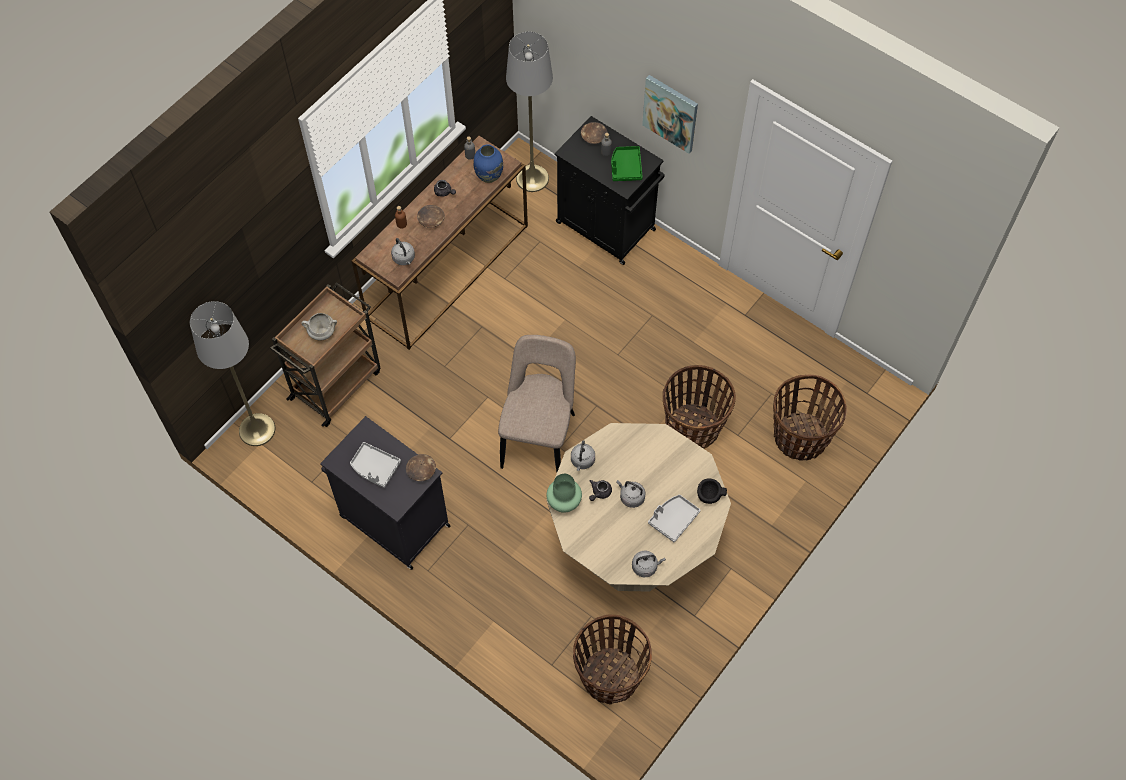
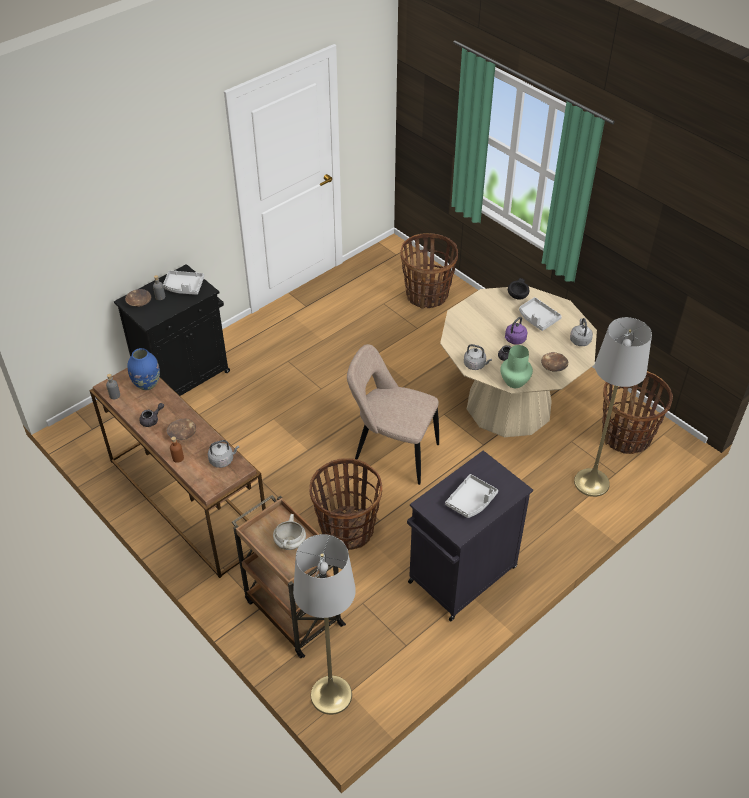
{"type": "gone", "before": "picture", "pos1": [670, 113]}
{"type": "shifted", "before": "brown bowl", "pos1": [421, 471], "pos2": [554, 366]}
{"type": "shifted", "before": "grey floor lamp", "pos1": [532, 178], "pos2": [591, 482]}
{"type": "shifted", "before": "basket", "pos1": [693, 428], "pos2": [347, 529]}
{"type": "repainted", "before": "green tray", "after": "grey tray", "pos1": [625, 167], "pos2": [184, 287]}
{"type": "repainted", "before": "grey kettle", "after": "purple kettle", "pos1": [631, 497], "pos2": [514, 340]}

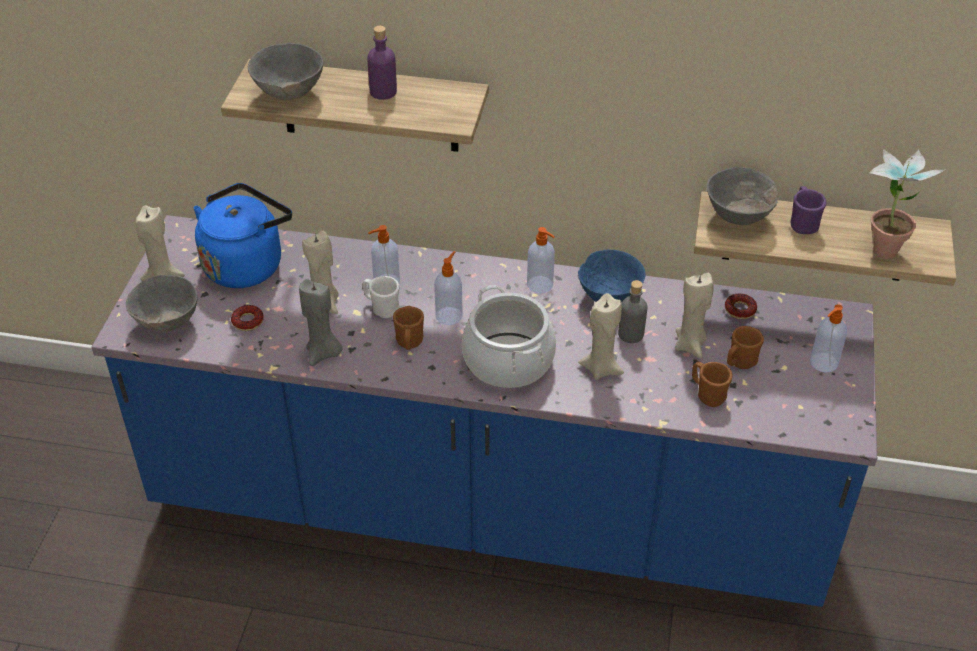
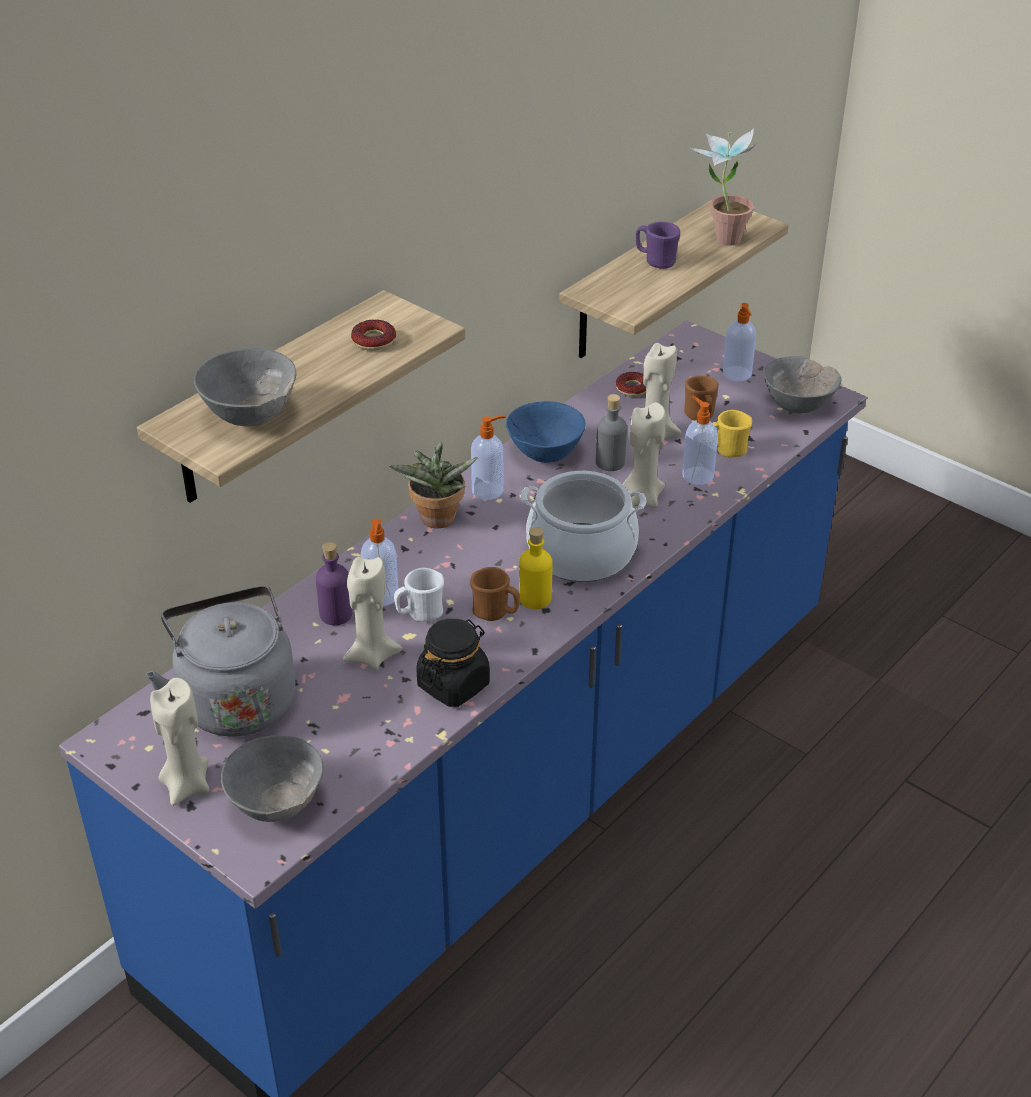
{"type": "new", "after": "potted plant", "pos2": [436, 522]}
{"type": "new", "after": "yellow bottle", "pos2": [535, 598]}
{"type": "shifted", "before": "donut", "pos1": [248, 321], "pos2": [374, 341]}
{"type": "shifted", "before": "purple bottle", "pos1": [383, 92], "pos2": [336, 614]}
{"type": "shifted", "before": "soap dispenser", "pos1": [449, 315], "pos2": [697, 475]}
{"type": "shifted", "before": "grey bowl", "pos1": [739, 217], "pos2": [798, 406]}
{"type": "swapped", "before": "grey candle", "after": "black jar", "pos1": [323, 353], "pos2": [453, 684]}
{"type": "repainted", "before": "blue kettle", "after": "grey kettle", "pos1": [246, 264], "pos2": [235, 699]}
{"type": "repainted", "before": "brown mug", "after": "yellow mug", "pos1": [707, 394], "pos2": [726, 451]}

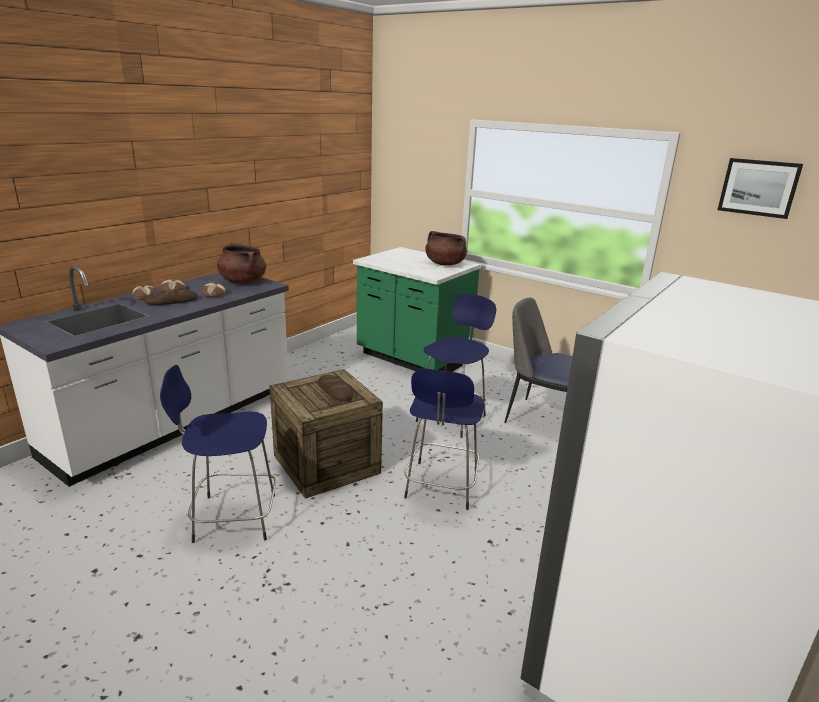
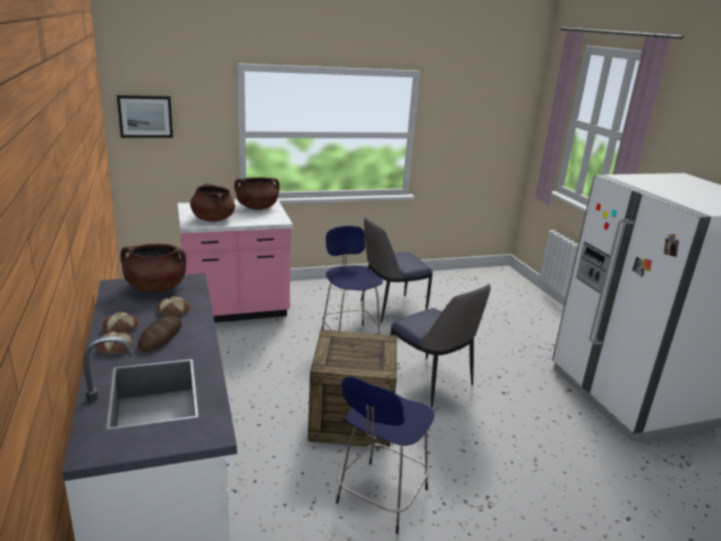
{"type": "gone", "before": "bread", "pos1": [335, 391]}
{"type": "new", "after": "brown cooking pot", "pos2": [213, 219]}
{"type": "shifted", "before": "picture", "pos1": [758, 187], "pos2": [145, 116]}
{"type": "swapped", "before": "blue stool", "after": "chair", "pos1": [441, 487], "pos2": [431, 382]}
{"type": "repainted", "before": "green counter", "after": "pink counter", "pos1": [412, 358], "pos2": [235, 309]}

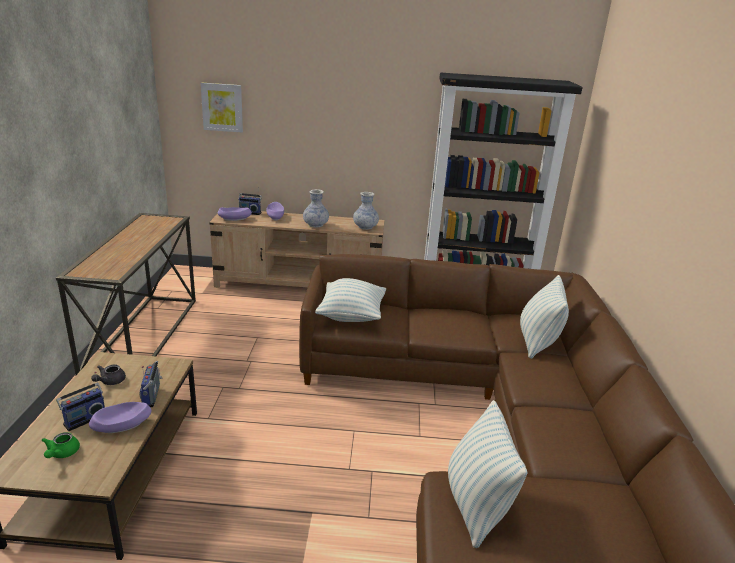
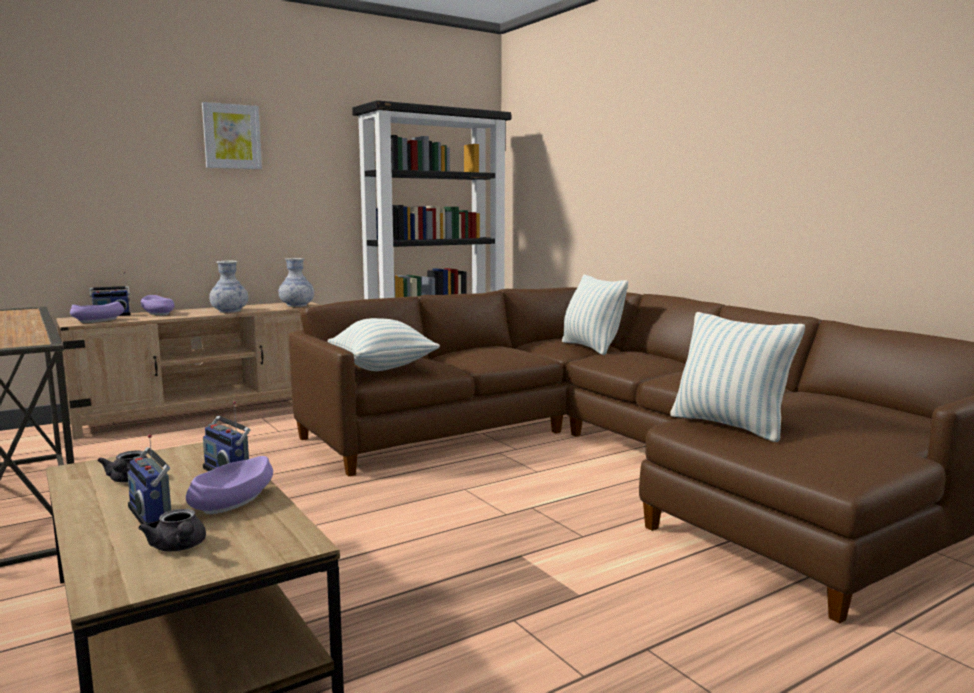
{"type": "shifted", "before": "picture", "pos1": [222, 107], "pos2": [232, 136]}
{"type": "repainted", "before": "green teapot", "after": "grey teapot", "pos1": [61, 454], "pos2": [179, 547]}
{"type": "rotated", "before": "radio", "pos1": [84, 418], "pos2": [153, 514], "turn": 135}

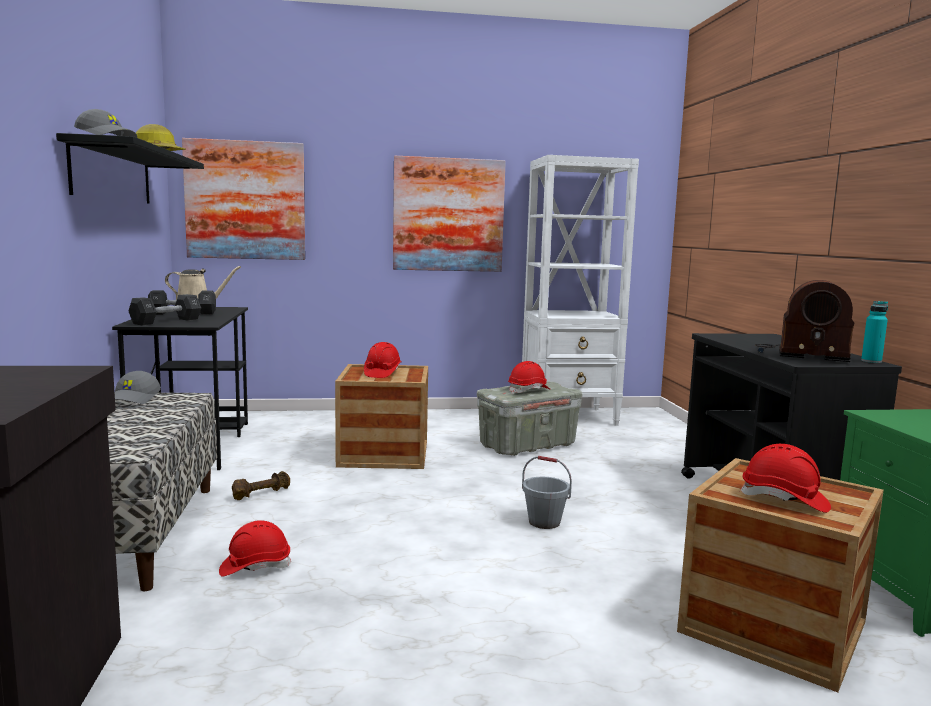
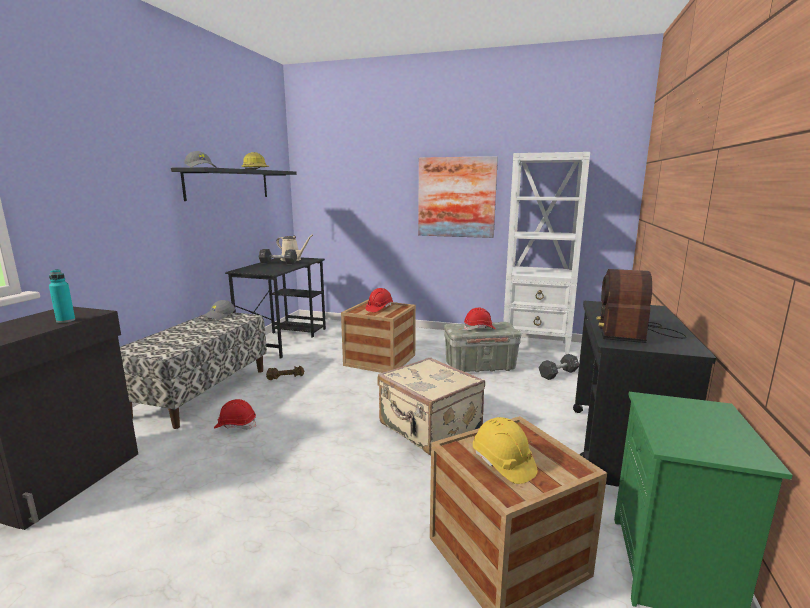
{"type": "gone", "before": "picture", "pos1": [245, 200]}
{"type": "shifted", "before": "black dumbbell", "pos1": [166, 321], "pos2": [558, 374]}
{"type": "shifted", "before": "turquoise bottle", "pos1": [871, 361], "pos2": [65, 320]}
{"type": "swapped", "before": "grey bucket", "after": "beige suitcase", "pos1": [544, 522], "pos2": [429, 429]}
{"type": "repainted", "before": "red hard hat", "after": "yellow hard hat", "pos1": [784, 500], "pos2": [502, 463]}
{"type": "rotated", "before": "radio", "pos1": [799, 354], "pos2": [634, 333], "turn": 60}

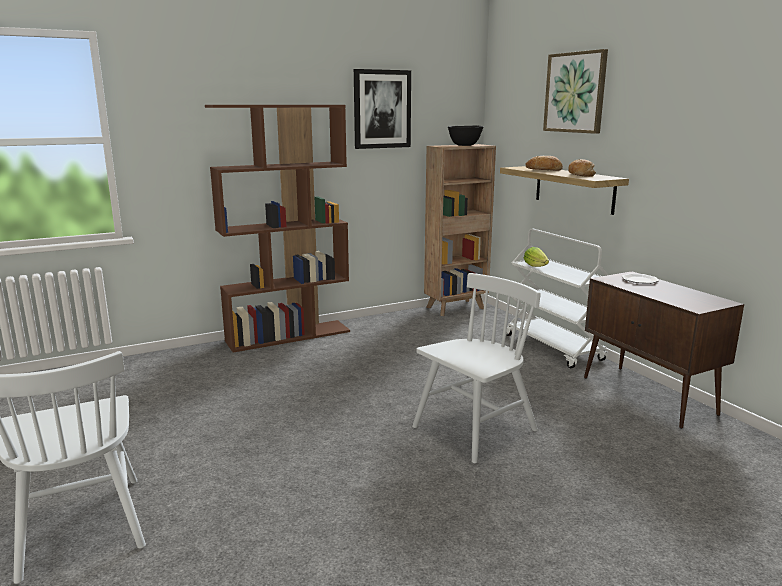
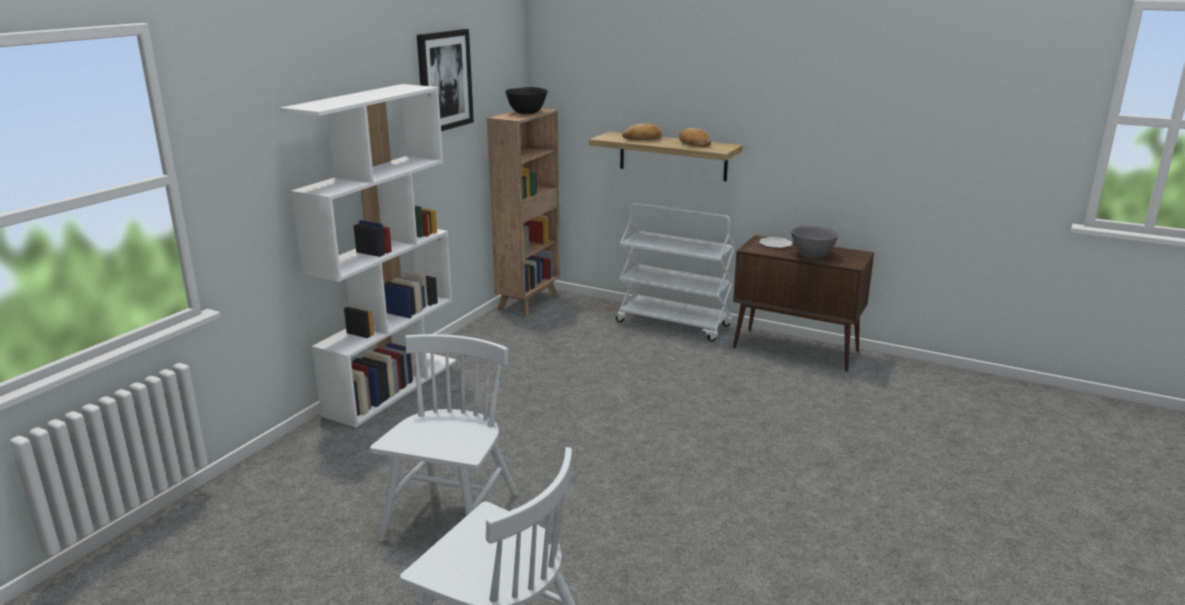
{"type": "gone", "before": "lettuce", "pos1": [536, 266]}
{"type": "gone", "before": "picture", "pos1": [575, 92]}
{"type": "new", "after": "grey bowl", "pos2": [812, 255]}
{"type": "shifted", "before": "white chair", "pos1": [474, 429], "pos2": [451, 517]}
{"type": "repainted", "before": "brown bookcase", "after": "white bookcase", "pos1": [289, 336], "pos2": [392, 387]}

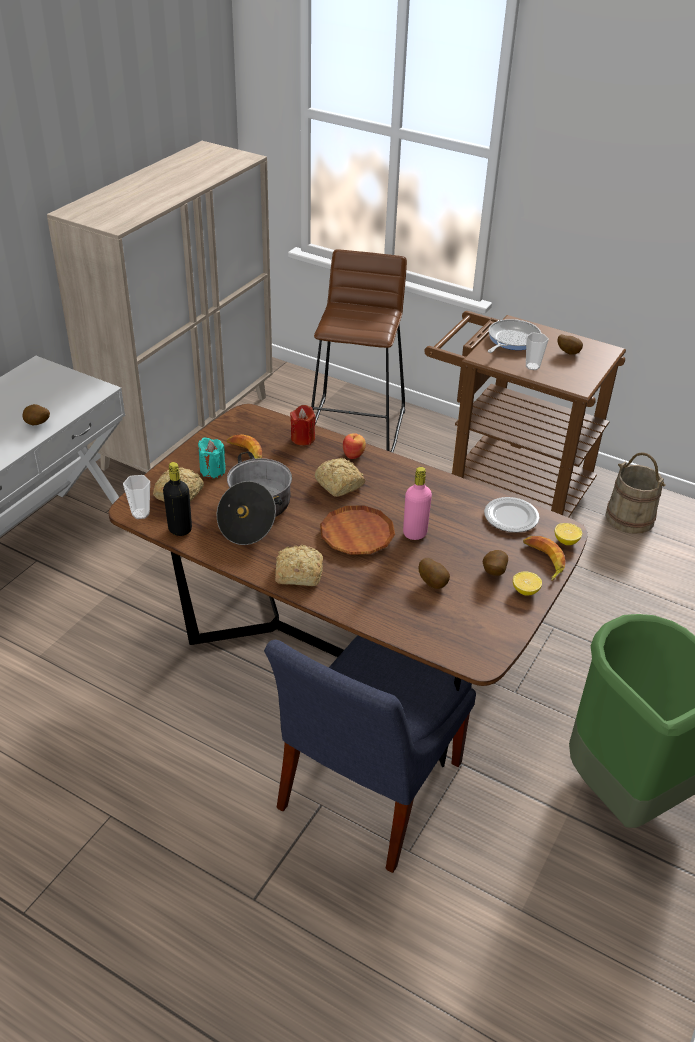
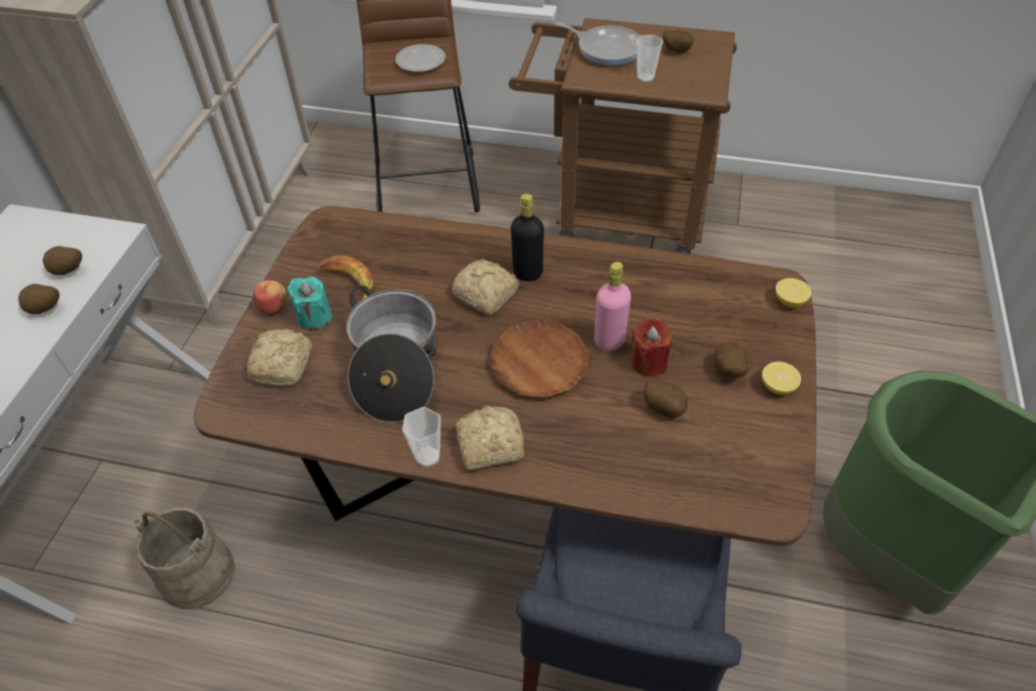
{"type": "gone", "before": "banana", "pos1": [543, 560]}
{"type": "new", "after": "potato", "pos2": [69, 272]}
{"type": "shifted", "before": "cup", "pos1": [140, 514], "pos2": [427, 456]}
{"type": "shifted", "before": "black bottle", "pos1": [180, 529], "pos2": [528, 273]}
{"type": "shifted", "before": "red candle", "pos1": [303, 438], "pos2": [648, 362]}
{"type": "shifted", "before": "apple", "pos1": [354, 454], "pos2": [274, 307]}
{"type": "shifted", "before": "plate", "pos1": [511, 517], "pos2": [421, 61]}
{"type": "shifted", "before": "beige bucket", "pos1": [630, 518], "pos2": [198, 573]}
{"type": "rotated", "before": "frying pan", "pos1": [511, 340], "pos2": [606, 49], "turn": 105}

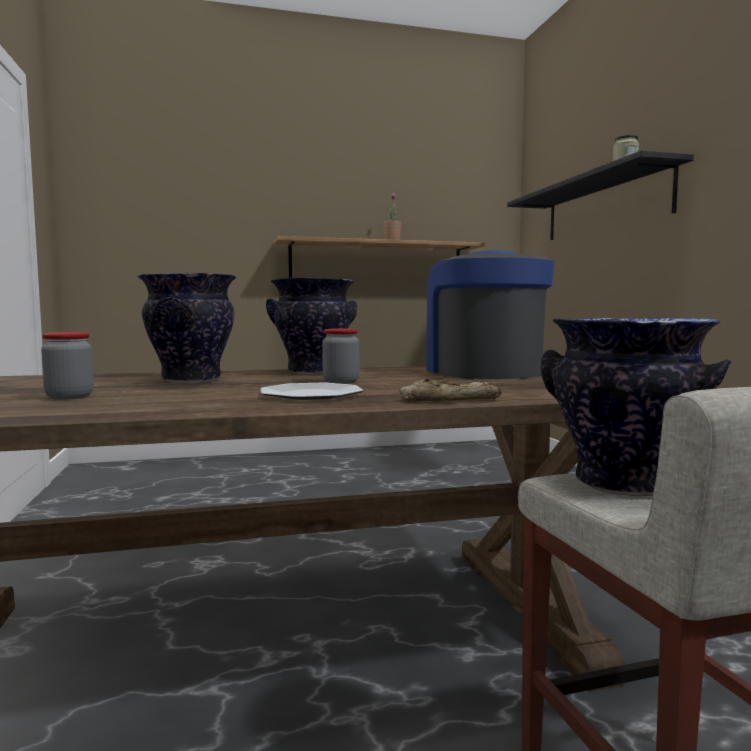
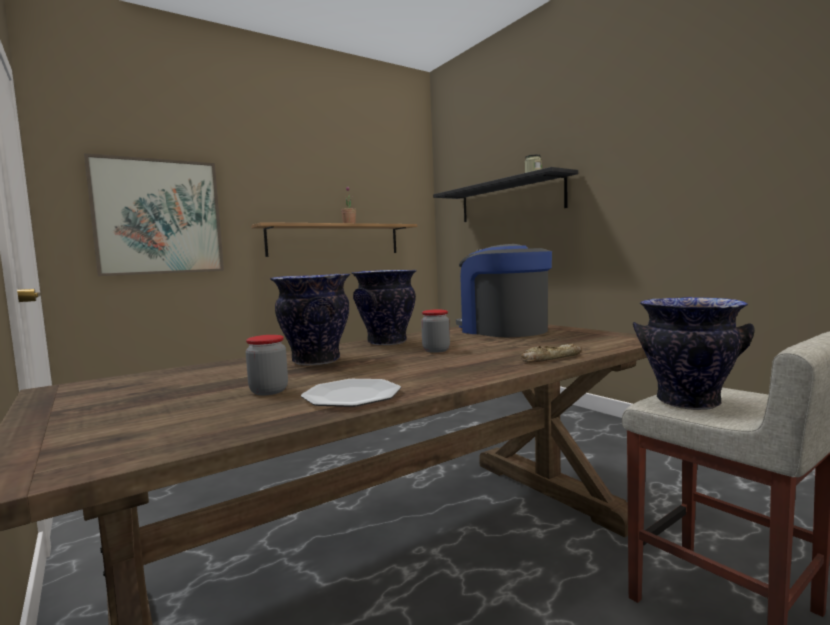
{"type": "new", "after": "picture", "pos2": [158, 217]}
{"type": "shifted", "before": "plate", "pos1": [311, 394], "pos2": [352, 396]}

